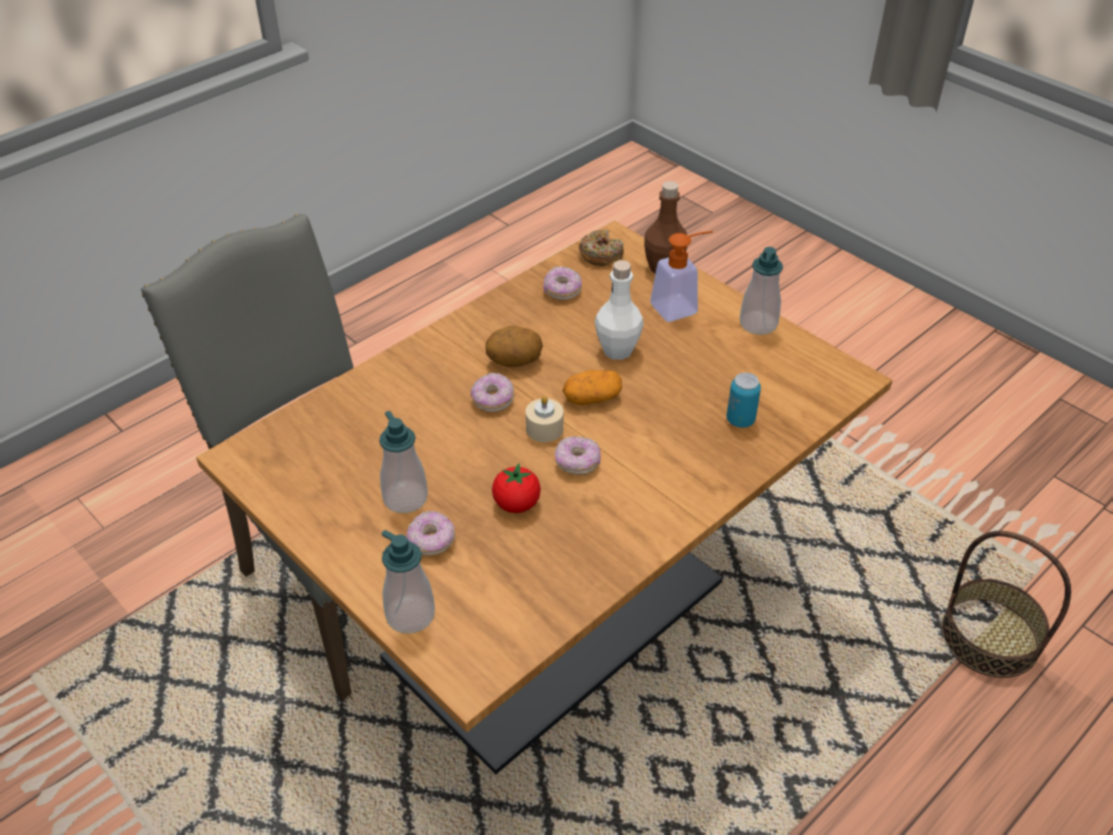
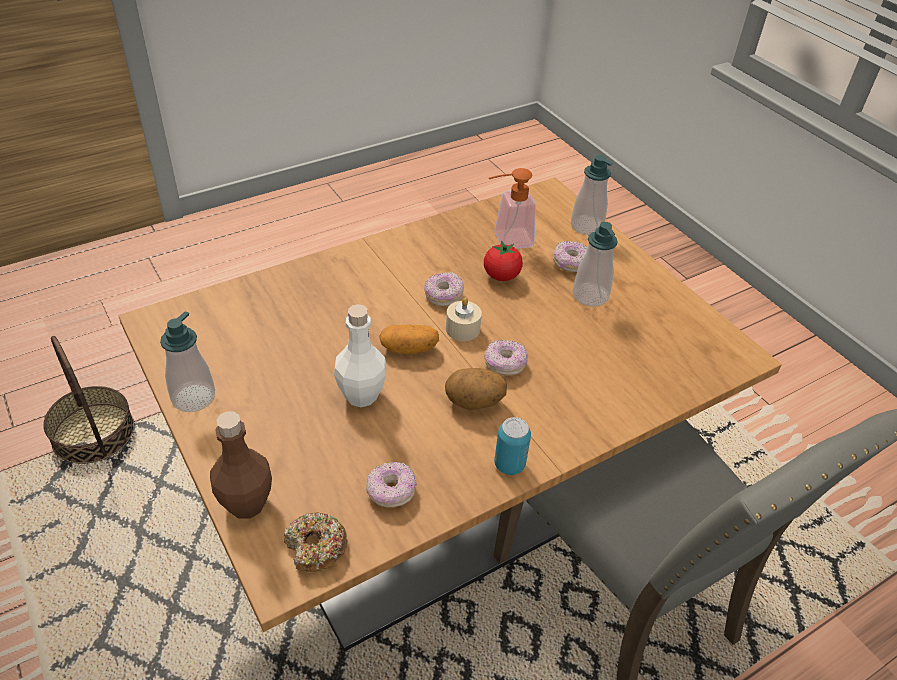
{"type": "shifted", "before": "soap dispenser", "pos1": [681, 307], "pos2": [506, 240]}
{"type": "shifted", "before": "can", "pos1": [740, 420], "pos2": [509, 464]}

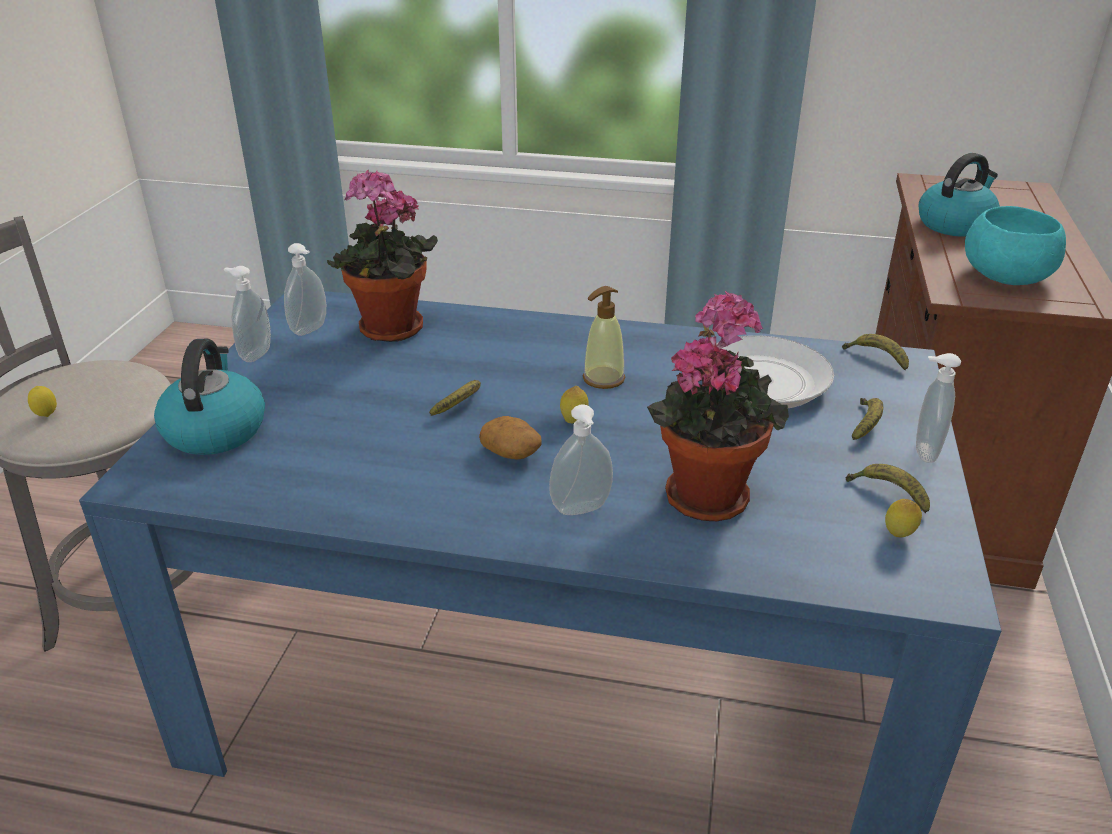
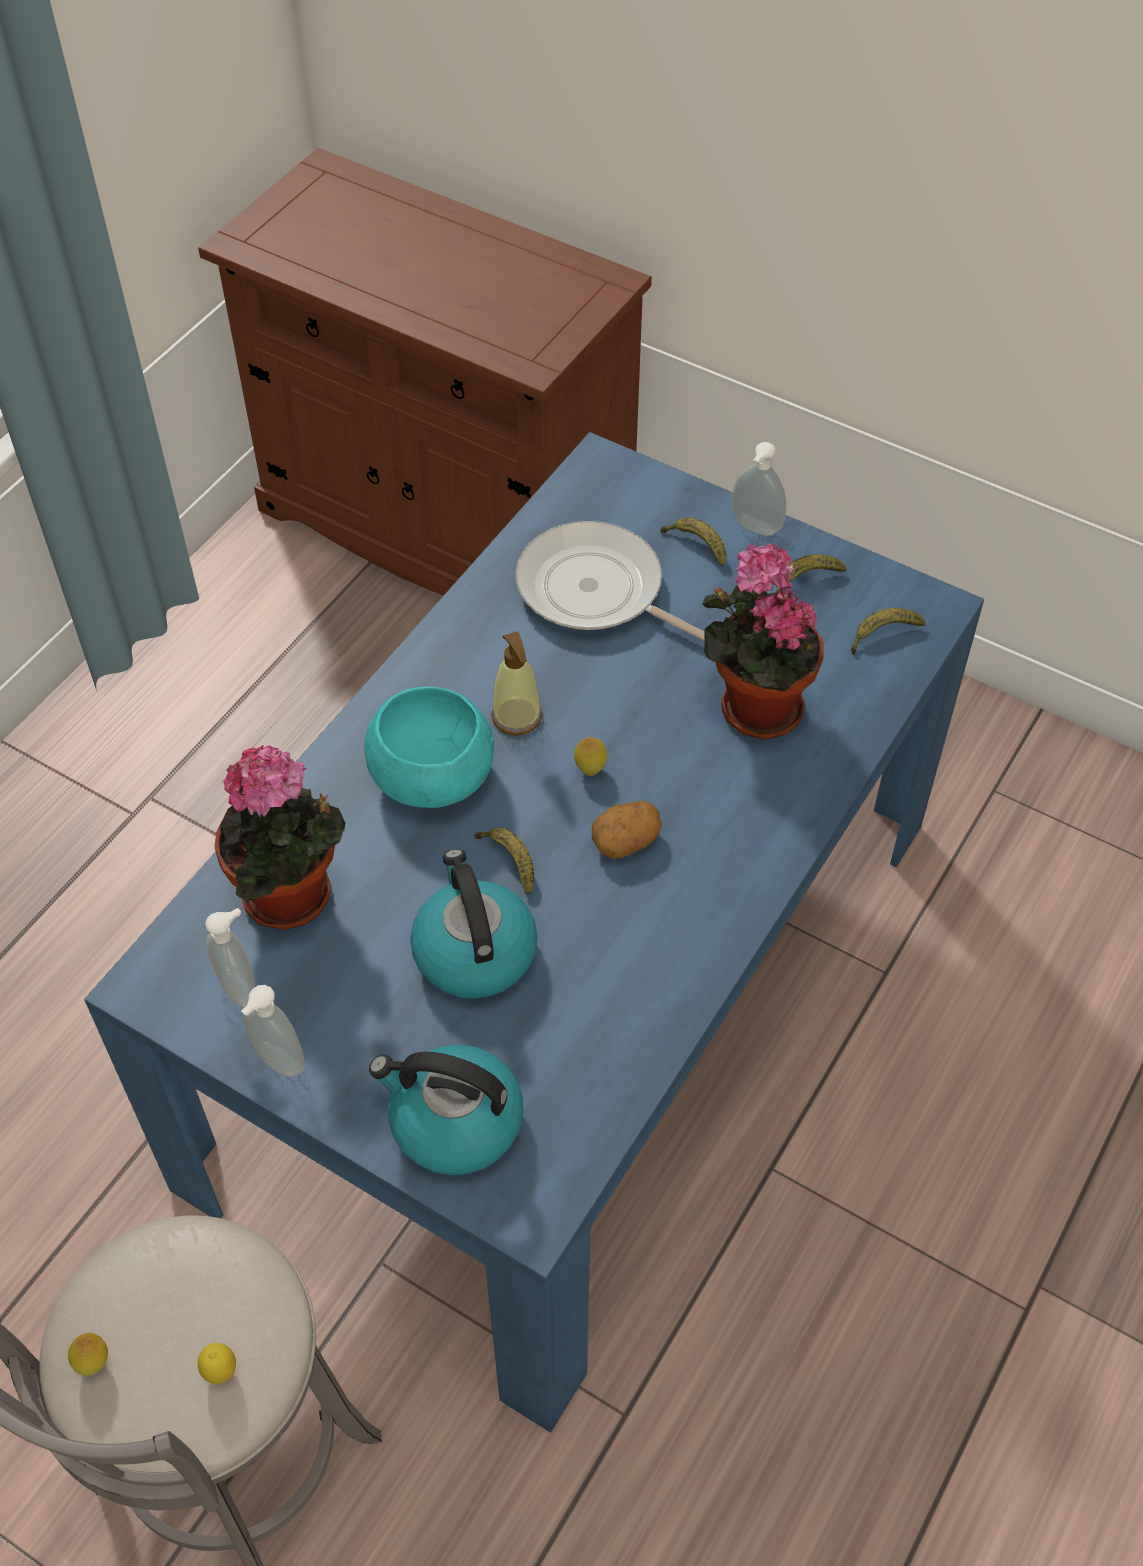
{"type": "gone", "before": "soap dispenser", "pos1": [582, 510]}
{"type": "shifted", "before": "banana", "pos1": [876, 358], "pos2": [882, 635]}
{"type": "shifted", "before": "lemon", "pos1": [898, 536], "pos2": [94, 1363]}
{"type": "shifted", "before": "kettle", "pos1": [955, 224], "pos2": [473, 951]}
{"type": "shifted", "before": "turquoise bowl", "pos1": [1007, 276], "pos2": [434, 775]}

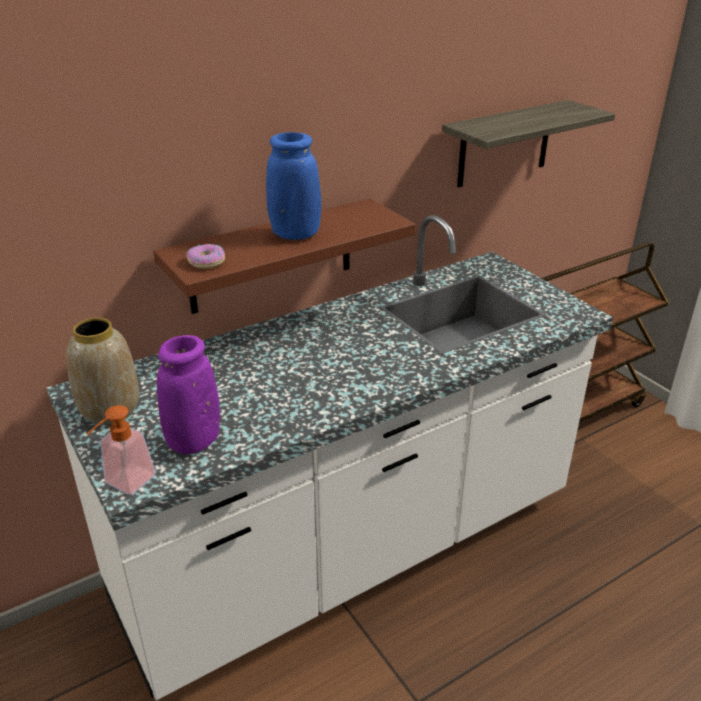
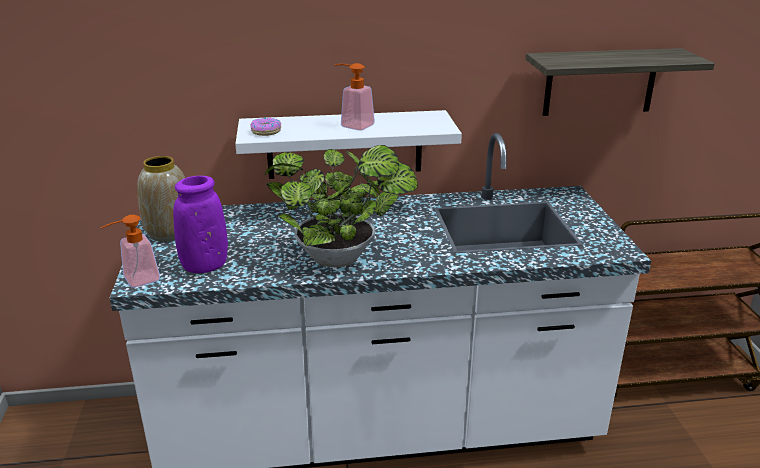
{"type": "new", "after": "potted plant", "pos2": [342, 259]}
{"type": "swapped", "before": "blue vase", "after": "soap dispenser", "pos1": [295, 234], "pos2": [352, 125]}
{"type": "repainted", "before": "brown shelf", "after": "white shelf", "pos1": [271, 256], "pos2": [345, 144]}

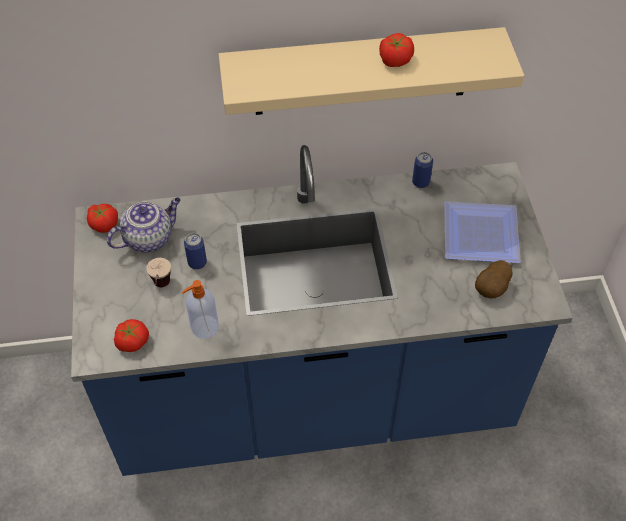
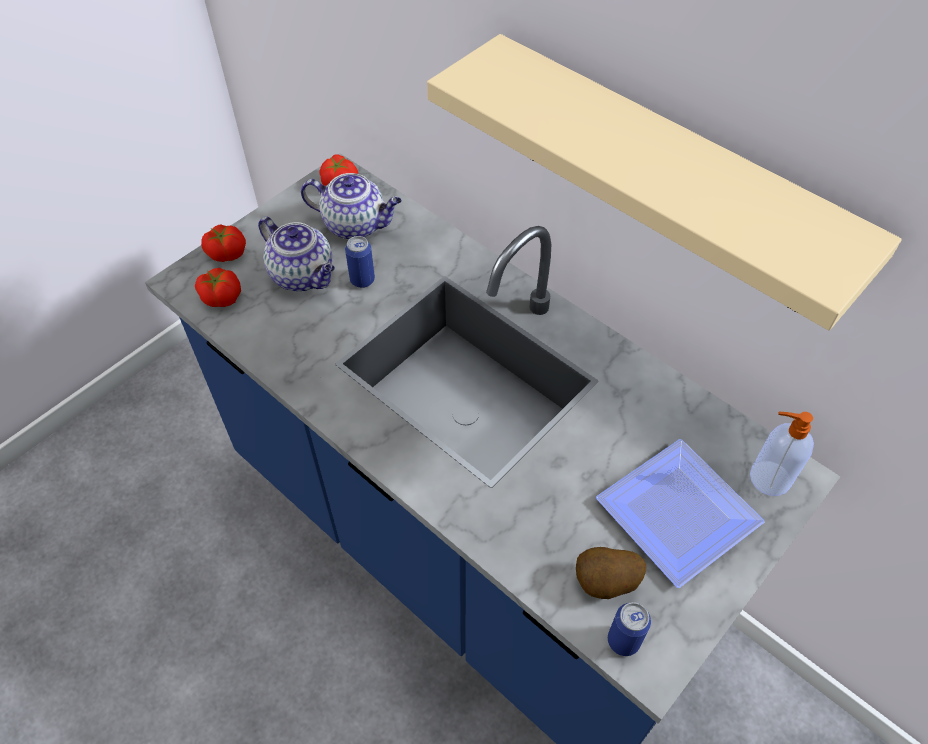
{"type": "shifted", "before": "soap dispenser", "pos1": [203, 327], "pos2": [768, 478]}
{"type": "shifted", "before": "tomato", "pos1": [394, 59], "pos2": [226, 252]}
{"type": "shifted", "before": "can", "pos1": [420, 182], "pos2": [623, 641]}
{"type": "swapped", "before": "cup", "after": "teapot", "pos1": [161, 289], "pos2": [304, 276]}

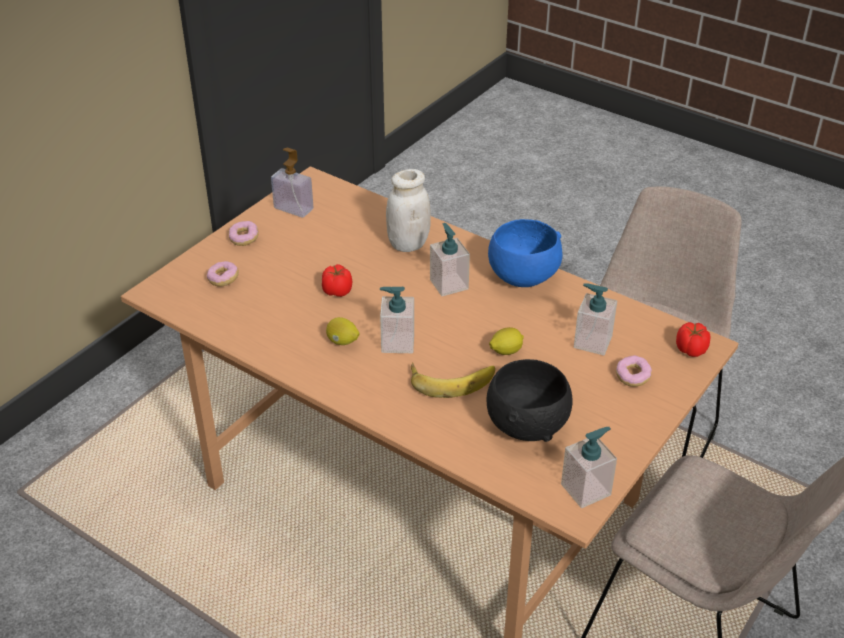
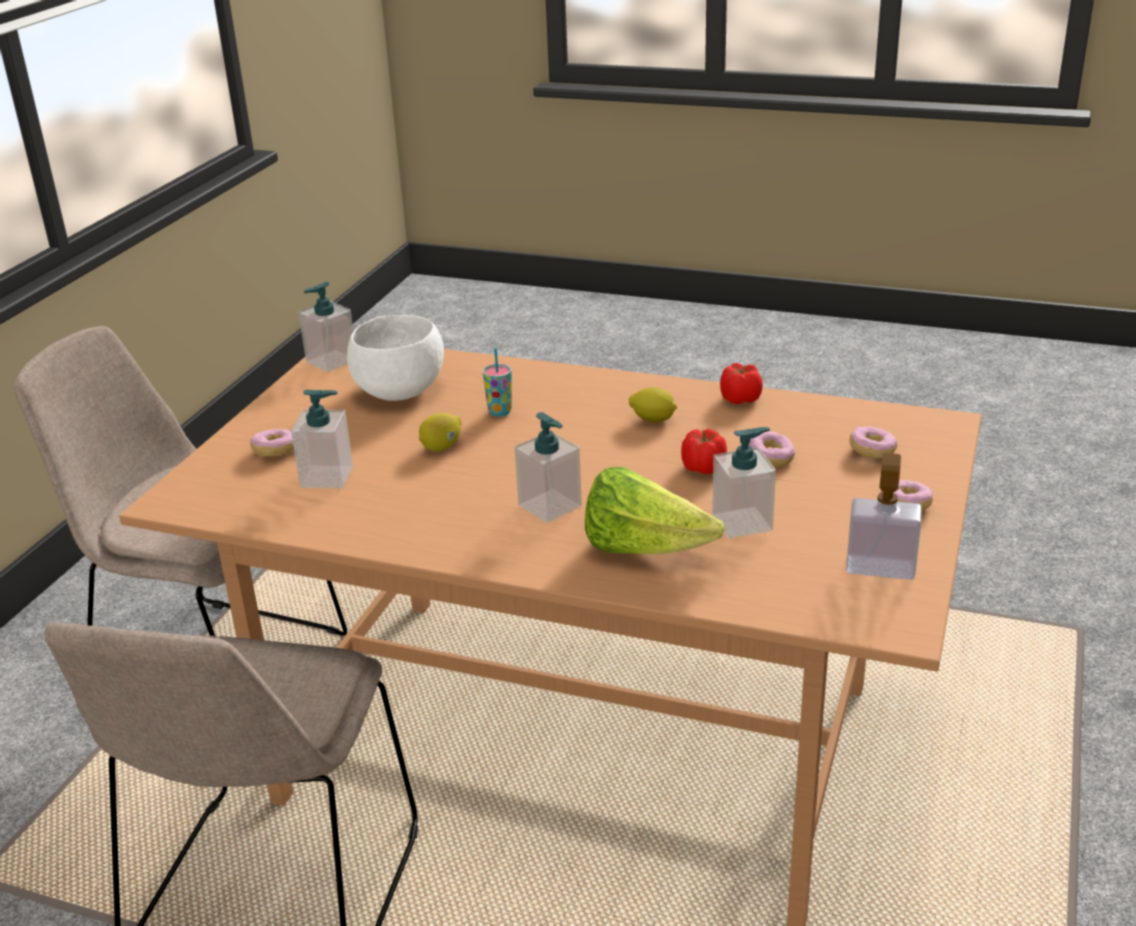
{"type": "gone", "before": "blue bowl", "pos1": [521, 277]}
{"type": "new", "after": "donut", "pos2": [770, 459]}
{"type": "shifted", "before": "soap dispenser", "pos1": [397, 342], "pos2": [742, 522]}
{"type": "shifted", "before": "tomato", "pos1": [691, 350], "pos2": [740, 399]}
{"type": "swapped", "before": "white jar", "after": "lettuce", "pos1": [408, 244], "pos2": [644, 549]}
{"type": "swapped", "before": "banana", "after": "cup", "pos1": [451, 379], "pos2": [500, 412]}
{"type": "repainted", "before": "black bowl", "after": "white bowl", "pos1": [528, 425], "pos2": [399, 392]}

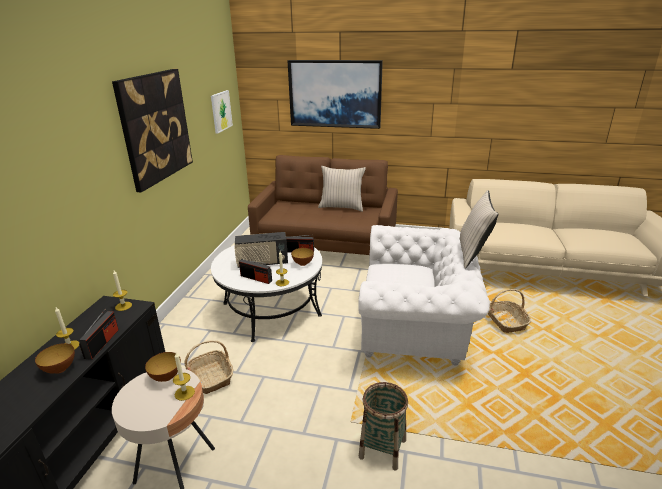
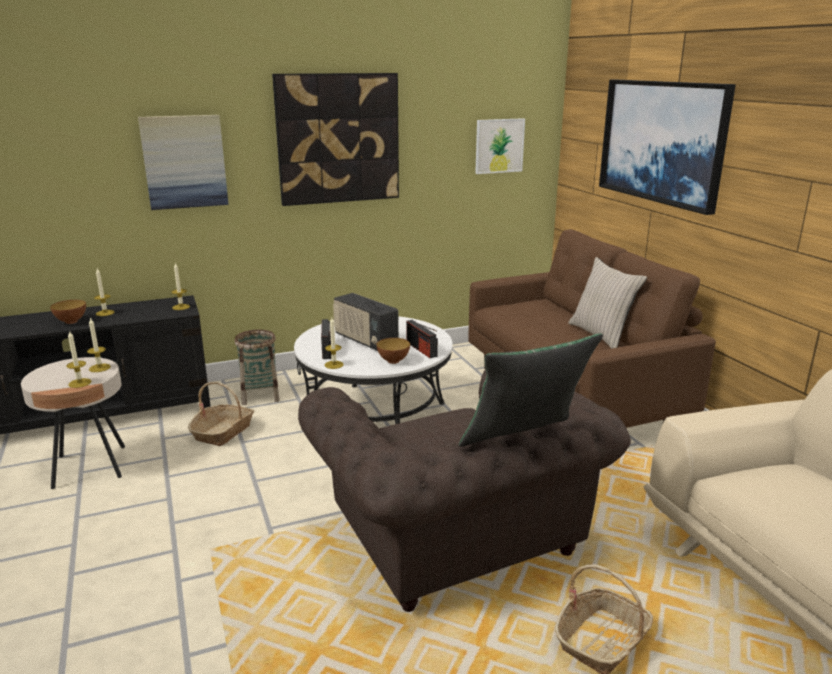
{"type": "gone", "before": "radio", "pos1": [102, 343]}
{"type": "new", "after": "picture", "pos2": [184, 162]}
{"type": "shifted", "before": "basket", "pos1": [382, 448], "pos2": [260, 395]}
{"type": "swapped", "before": "bowl", "after": "candle", "pos1": [166, 377], "pos2": [99, 368]}
{"type": "repainted", "before": "white armchair", "after": "brown armchair", "pos1": [416, 329], "pos2": [458, 541]}
{"type": "repainted", "before": "beige pillow", "after": "green pillow", "pos1": [473, 253], "pos2": [526, 442]}

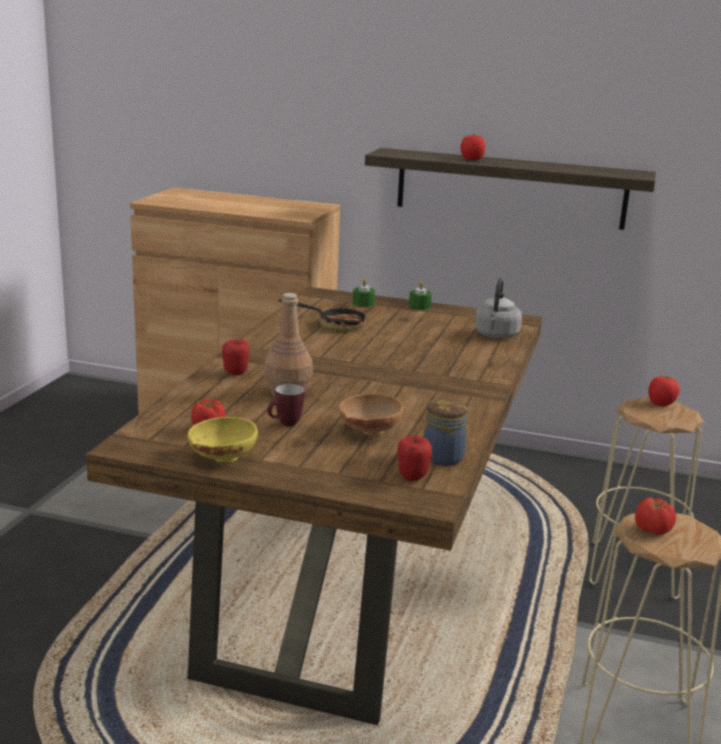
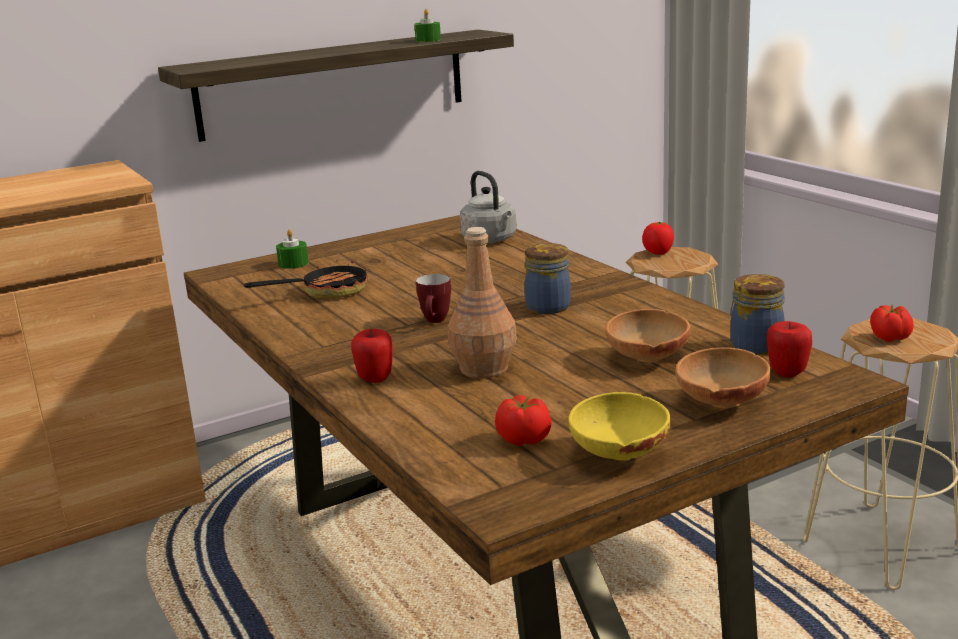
{"type": "gone", "before": "tomato", "pos1": [472, 159]}
{"type": "new", "after": "jar", "pos2": [548, 306]}
{"type": "new", "after": "brown bowl", "pos2": [719, 403]}
{"type": "shifted", "before": "mug", "pos1": [285, 424], "pos2": [435, 321]}
{"type": "shifted", "before": "green candle", "pos1": [419, 306], "pos2": [428, 40]}

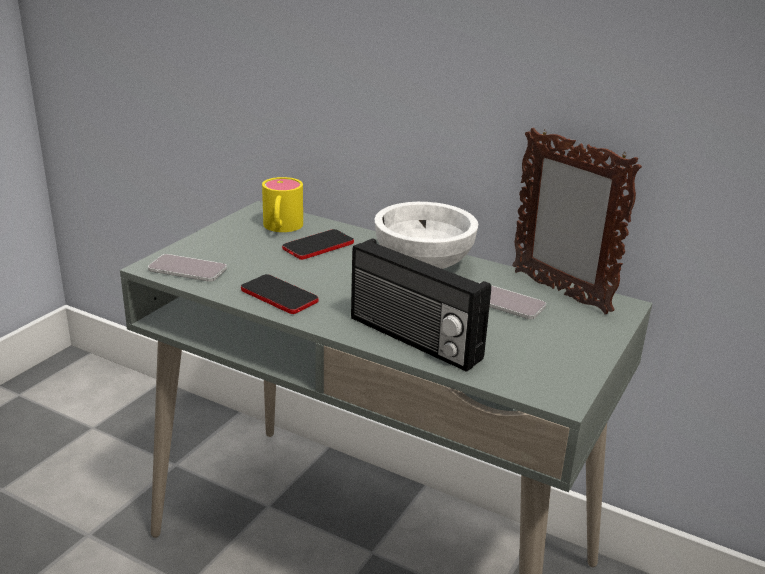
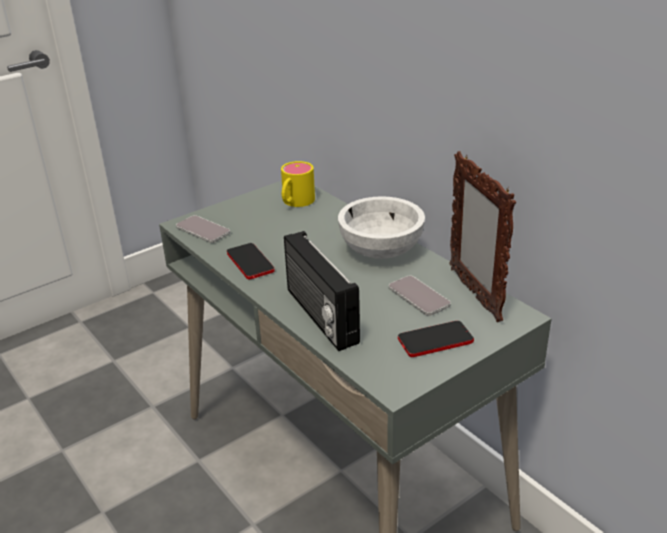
{"type": "shifted", "before": "phone", "pos1": [318, 246], "pos2": [435, 340]}

